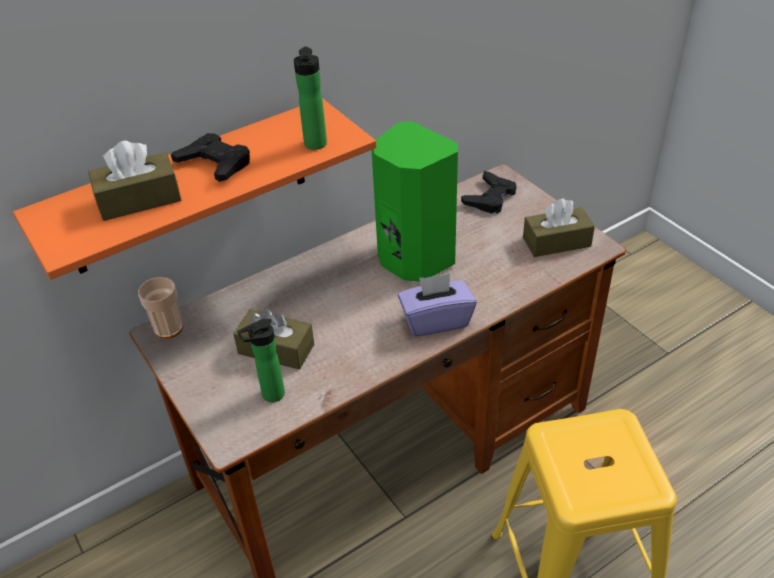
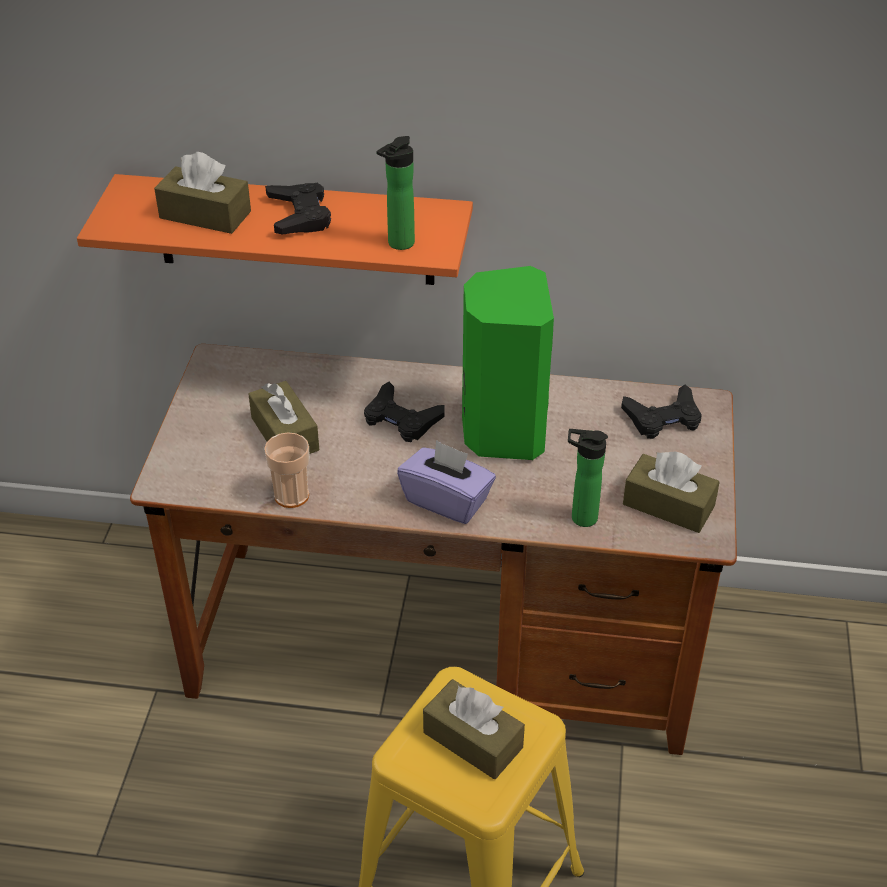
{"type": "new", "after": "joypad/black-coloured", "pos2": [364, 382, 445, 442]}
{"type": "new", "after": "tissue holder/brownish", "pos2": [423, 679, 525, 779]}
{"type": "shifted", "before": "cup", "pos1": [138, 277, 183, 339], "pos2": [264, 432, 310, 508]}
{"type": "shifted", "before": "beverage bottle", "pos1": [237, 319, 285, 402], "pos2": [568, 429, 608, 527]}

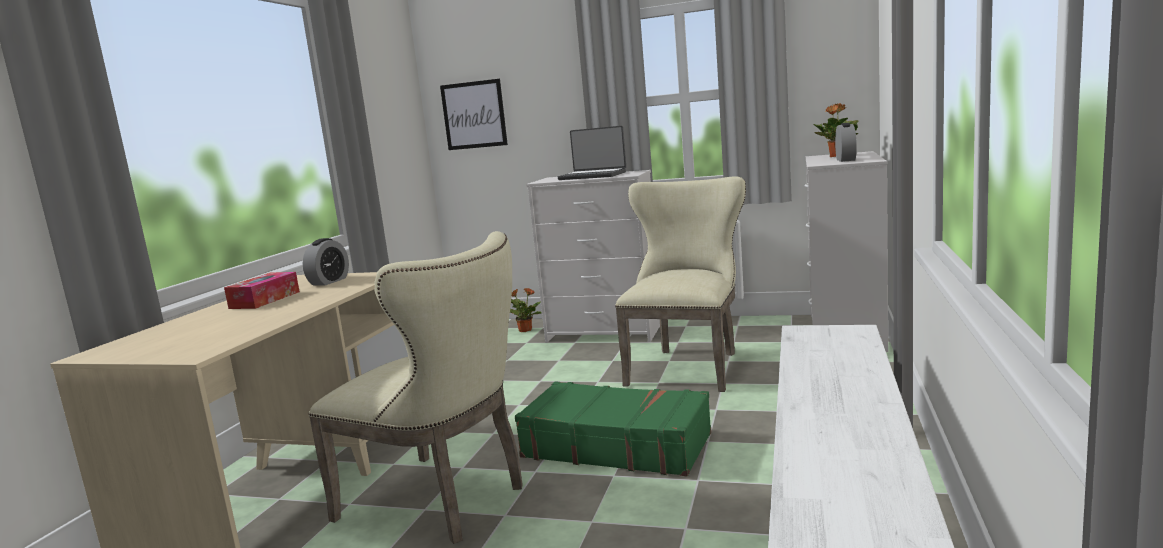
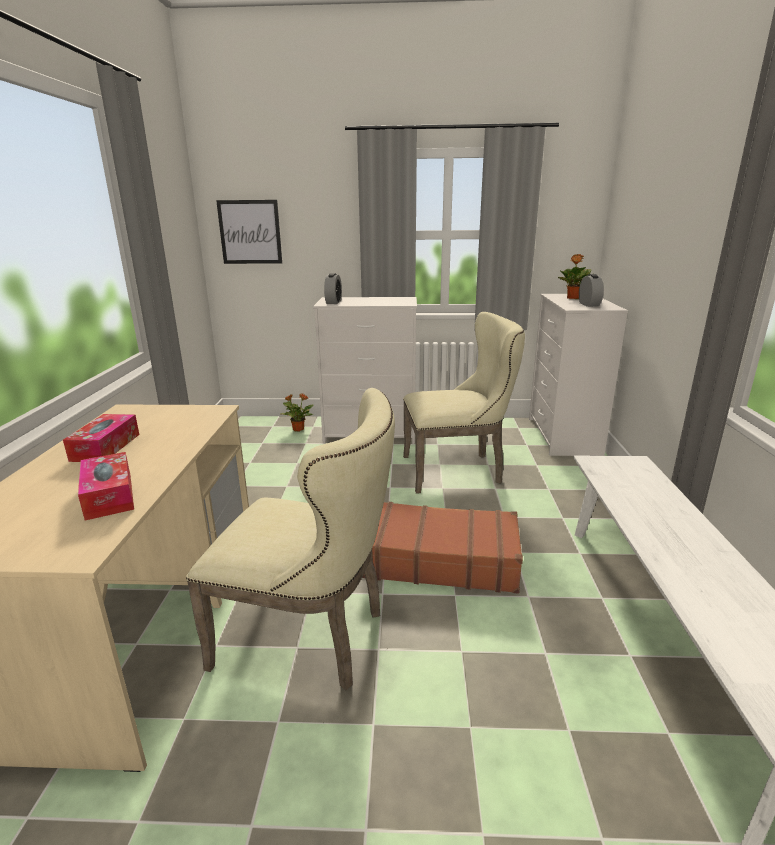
{"type": "gone", "before": "notebook computer", "pos1": [558, 126, 626, 180]}
{"type": "new", "after": "tissue holder", "pos2": [78, 452, 134, 521]}
{"type": "shifted", "before": "alarm clock", "pos1": [303, 238, 349, 285], "pos2": [324, 273, 342, 304]}
{"type": "repainted", "before": "piece of luggage/green-coloured", "after": "piece of luggage/brownish", "pos1": [515, 381, 711, 476], "pos2": [362, 502, 523, 594]}
{"type": "rotated", "before": "upright chair/beige", "pos1": [615, 176, 746, 392], "pos2": [403, 312, 525, 494], "turn": 75}

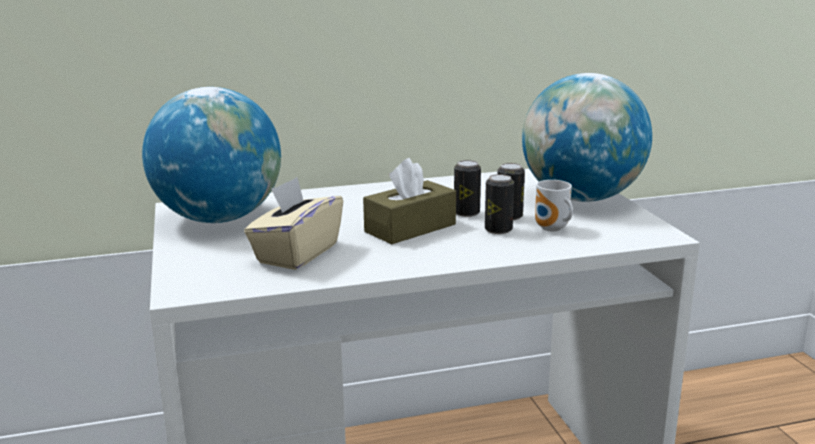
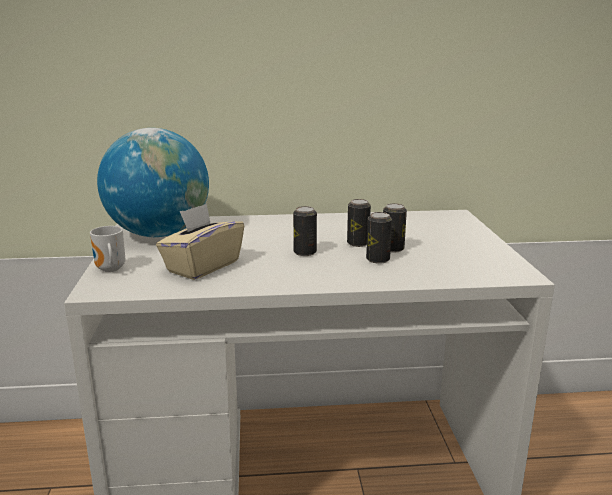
{"type": "gone", "before": "world globe", "pos1": [522, 73, 652, 202]}
{"type": "shifted", "before": "coffee mug", "pos1": [535, 180, 573, 232], "pos2": [90, 226, 125, 272]}
{"type": "swapped", "before": "tissue holder/brownish", "after": "metal can", "pos1": [363, 158, 456, 244], "pos2": [293, 206, 317, 256]}

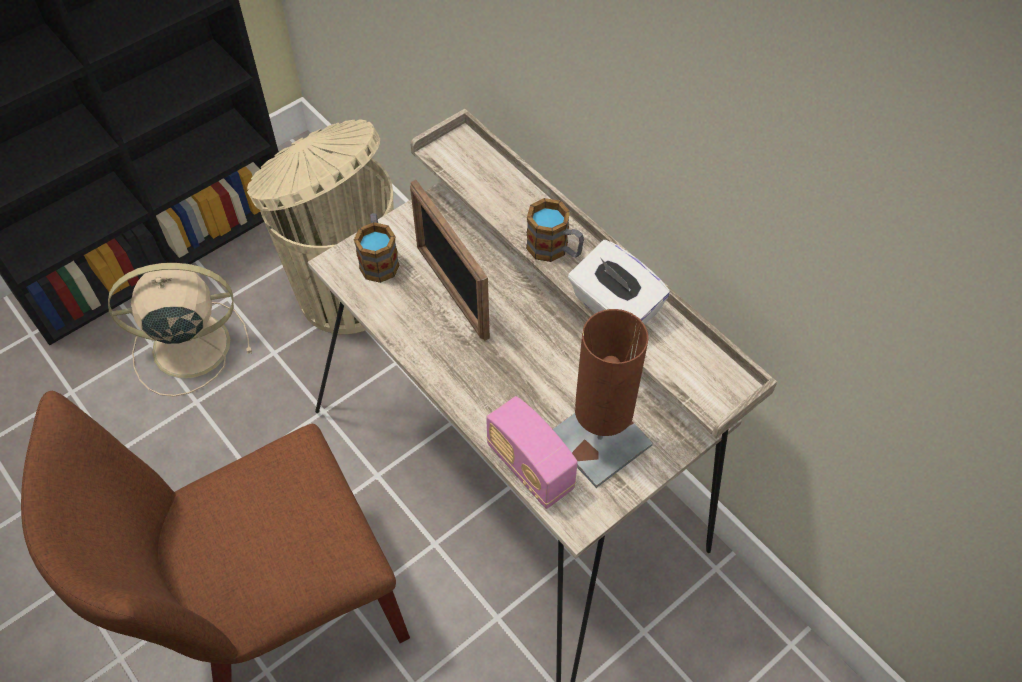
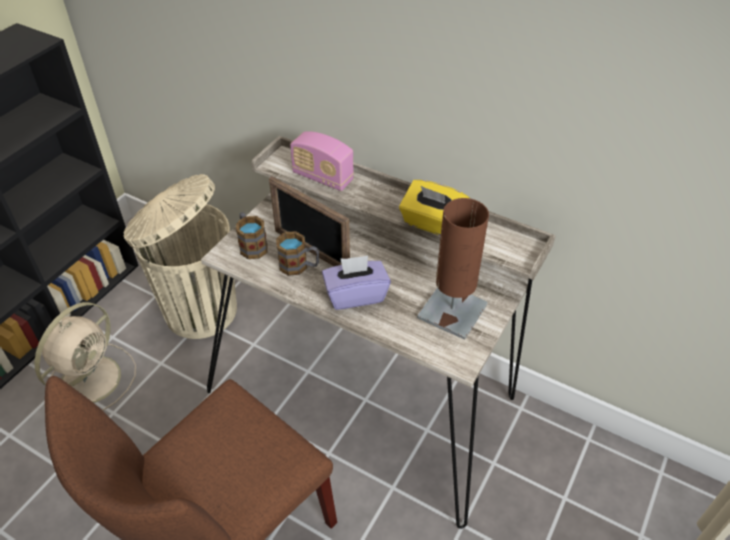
{"type": "new", "after": "tissue holder/purple-coloured", "pos2": [322, 255, 391, 310]}
{"type": "shifted", "before": "radio", "pos1": [486, 396, 578, 509], "pos2": [290, 131, 354, 191]}
{"type": "shifted", "before": "coffee mug", "pos1": [526, 198, 584, 262], "pos2": [276, 231, 319, 276]}
{"type": "repainted", "before": "tissue holder/white", "after": "tissue holder/yellowish", "pos1": [568, 240, 670, 324], "pos2": [399, 180, 470, 236]}
{"type": "rotated", "before": "cooling fan/beige", "pos1": [108, 263, 252, 397], "pos2": [34, 302, 136, 411], "turn": 150}

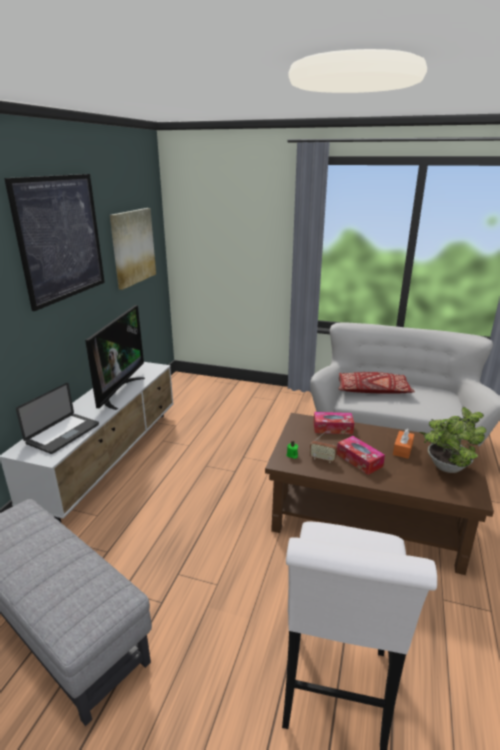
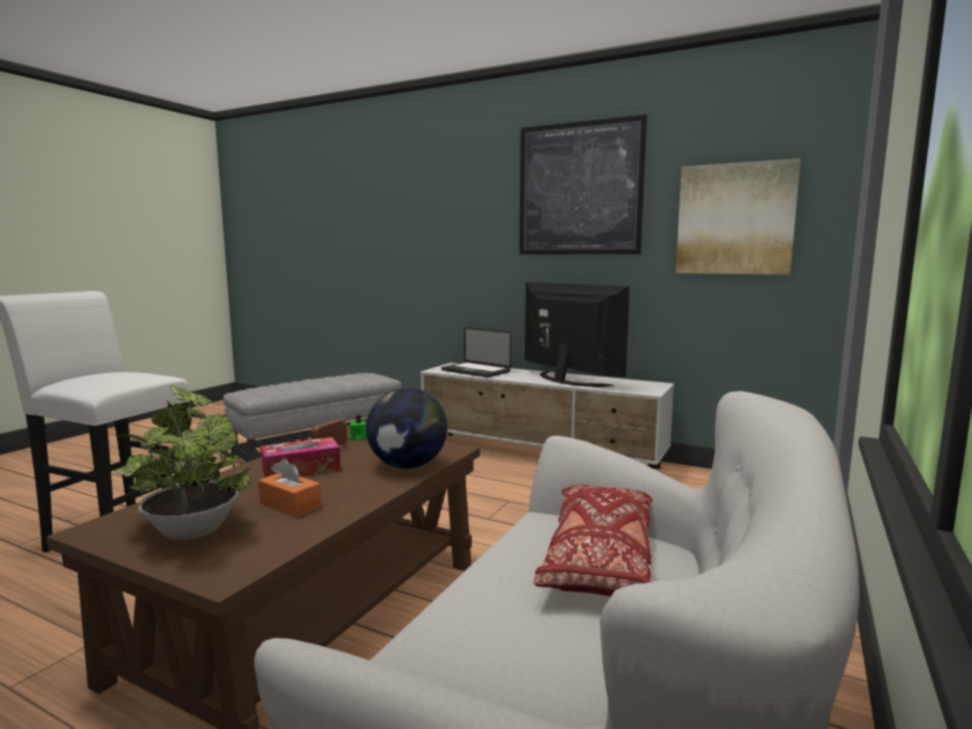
{"type": "swapped", "before": "tissue holder", "after": "world globe", "pos1": [314, 412, 354, 434], "pos2": [366, 387, 448, 469]}
{"type": "rotated", "before": "television", "pos1": [85, 305, 145, 410], "pos2": [525, 282, 630, 387], "turn": -150}

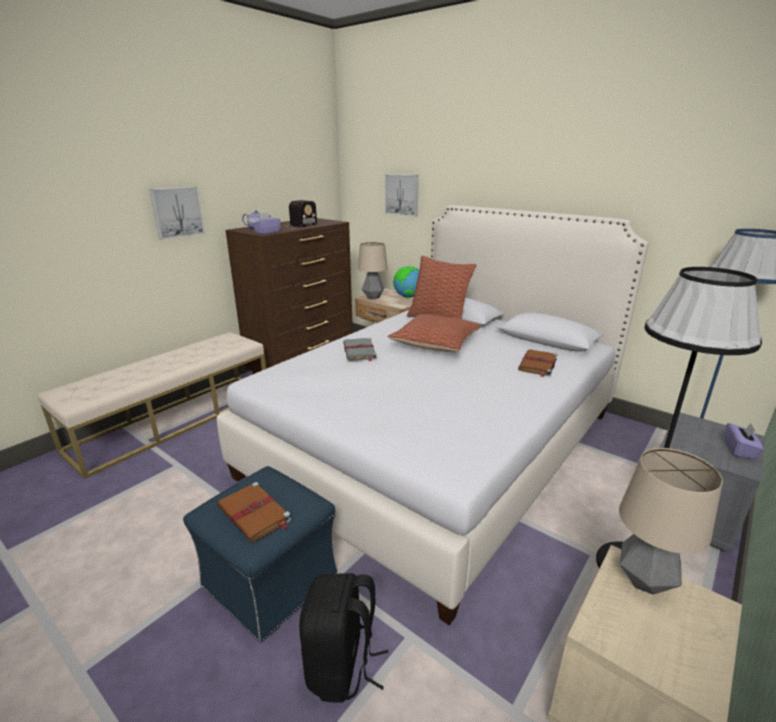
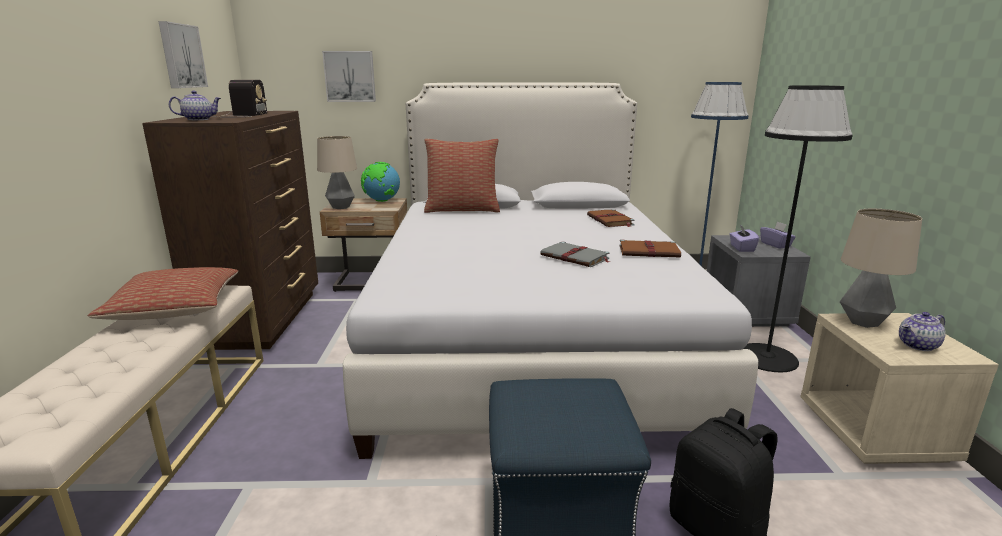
{"type": "new", "after": "pot for tea", "pos2": [899, 312, 946, 351]}
{"type": "shifted", "before": "wall art", "pos1": [149, 186, 205, 240], "pos2": [159, 21, 208, 88]}
{"type": "shifted", "before": "bound book/brownish", "pos1": [217, 482, 291, 542], "pos2": [619, 239, 681, 258]}
{"type": "shifted", "before": "tissue holder/purple-coloured", "pos1": [252, 212, 281, 234], "pos2": [729, 225, 759, 252]}
{"type": "shifted", "before": "bound book/greyish", "pos1": [343, 338, 377, 361], "pos2": [540, 241, 610, 267]}
{"type": "shifted", "before": "pillow", "pos1": [388, 314, 481, 352], "pos2": [88, 267, 238, 320]}

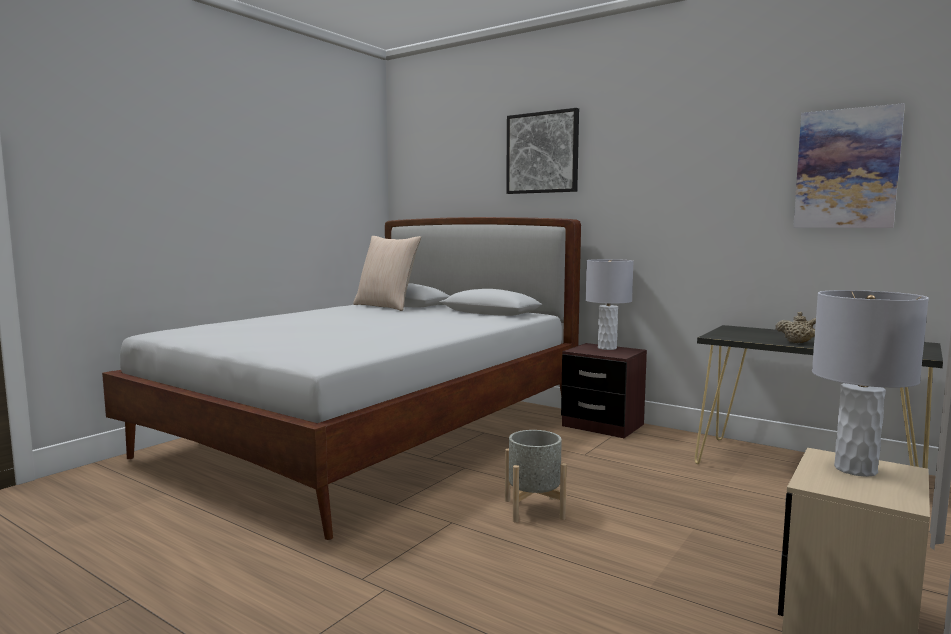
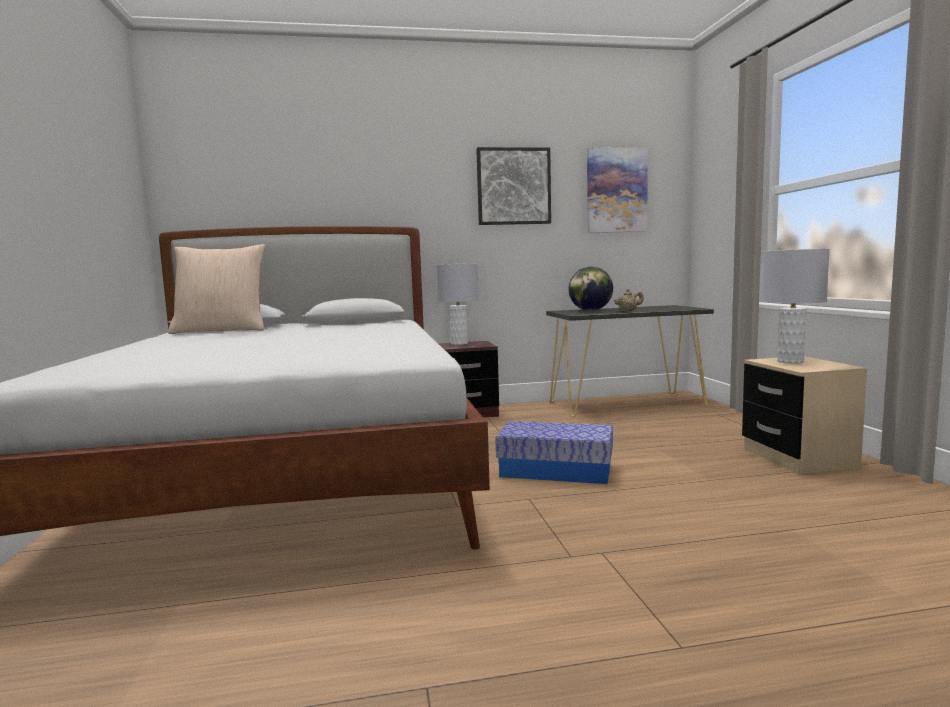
{"type": "new", "after": "world globe", "pos2": [568, 267, 613, 311]}
{"type": "shifted", "before": "wall art", "pos1": [506, 108, 579, 194], "pos2": [476, 147, 551, 225]}
{"type": "swapped", "before": "flower pot/greyish", "after": "storage box", "pos1": [505, 430, 567, 522], "pos2": [495, 421, 613, 484]}

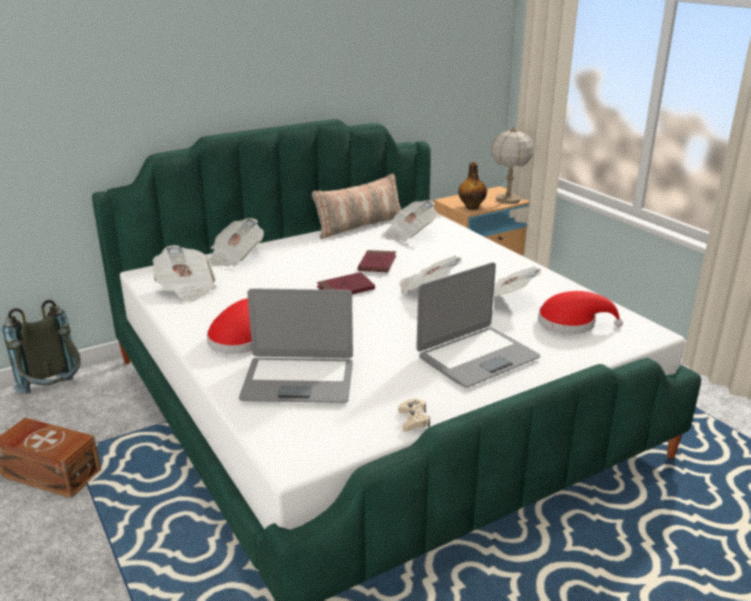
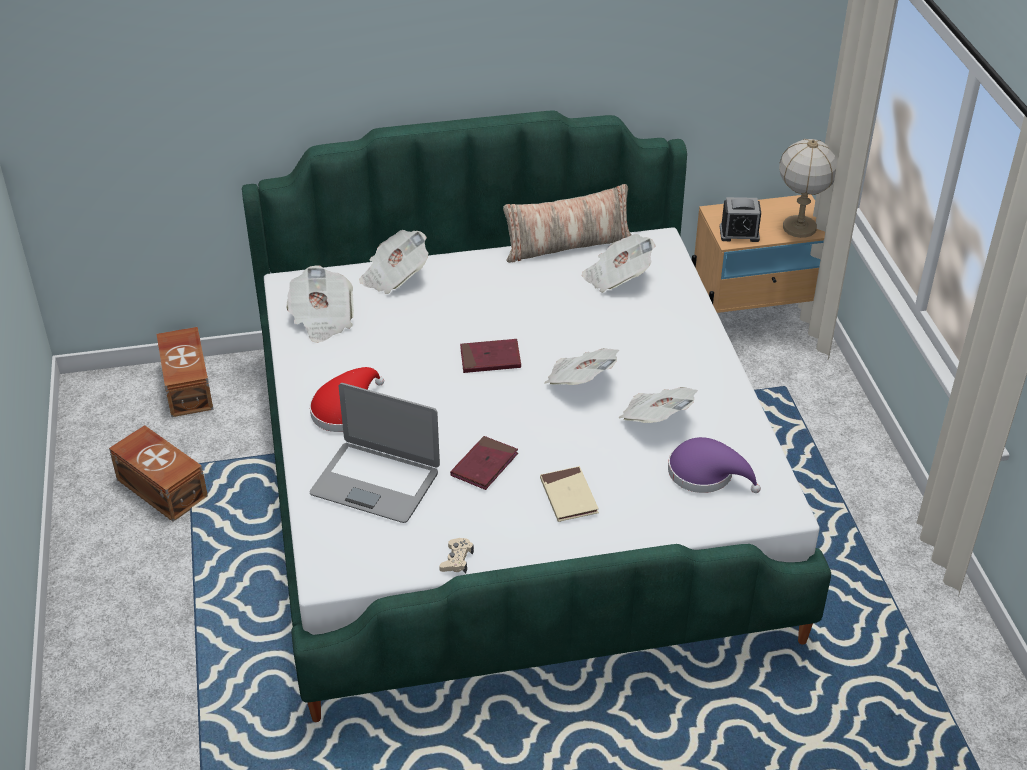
{"type": "shifted", "before": "bound book/reddish", "pos1": [358, 250, 396, 272], "pos2": [450, 436, 518, 490]}
{"type": "swapped", "before": "rucksack/greyish", "after": "storage box/brownish", "pos1": [2, 300, 81, 394], "pos2": [156, 327, 213, 417]}
{"type": "swapped", "before": "notebook computer", "after": "bound book/beige", "pos1": [416, 262, 540, 387], "pos2": [540, 466, 599, 522]}
{"type": "swapped", "before": "beverage bottle", "after": "alarm clock", "pos1": [458, 162, 487, 210], "pos2": [720, 197, 761, 242]}
{"type": "repainted", "before": "clothing hat/reddish", "after": "clothing hat/purple-coloured", "pos1": [538, 291, 623, 334], "pos2": [668, 437, 761, 493]}

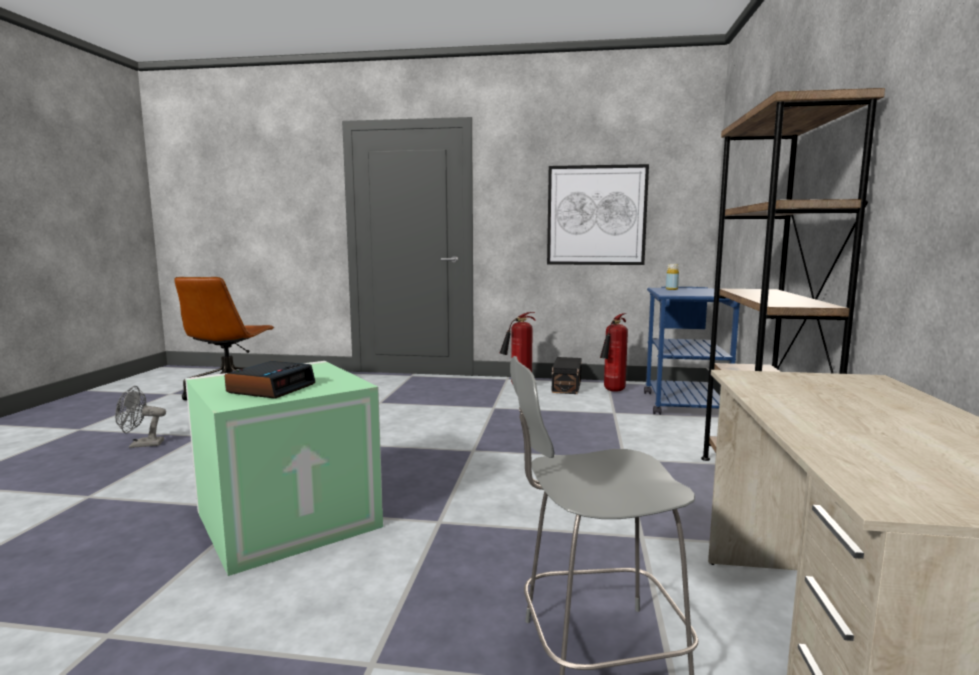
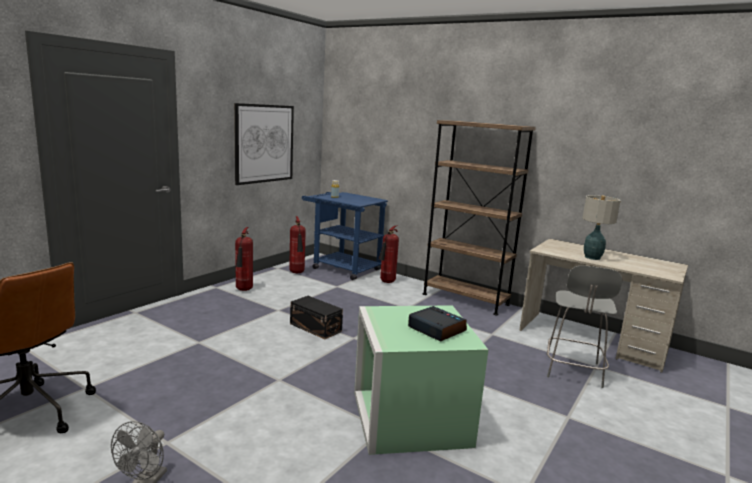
{"type": "new", "after": "extinguisher", "pos2": [379, 225, 399, 283]}
{"type": "new", "after": "tabletop lamp", "pos2": [582, 195, 620, 260]}
{"type": "shifted", "before": "storage box/black-coloured", "pos1": [552, 357, 582, 394], "pos2": [290, 296, 343, 339]}

